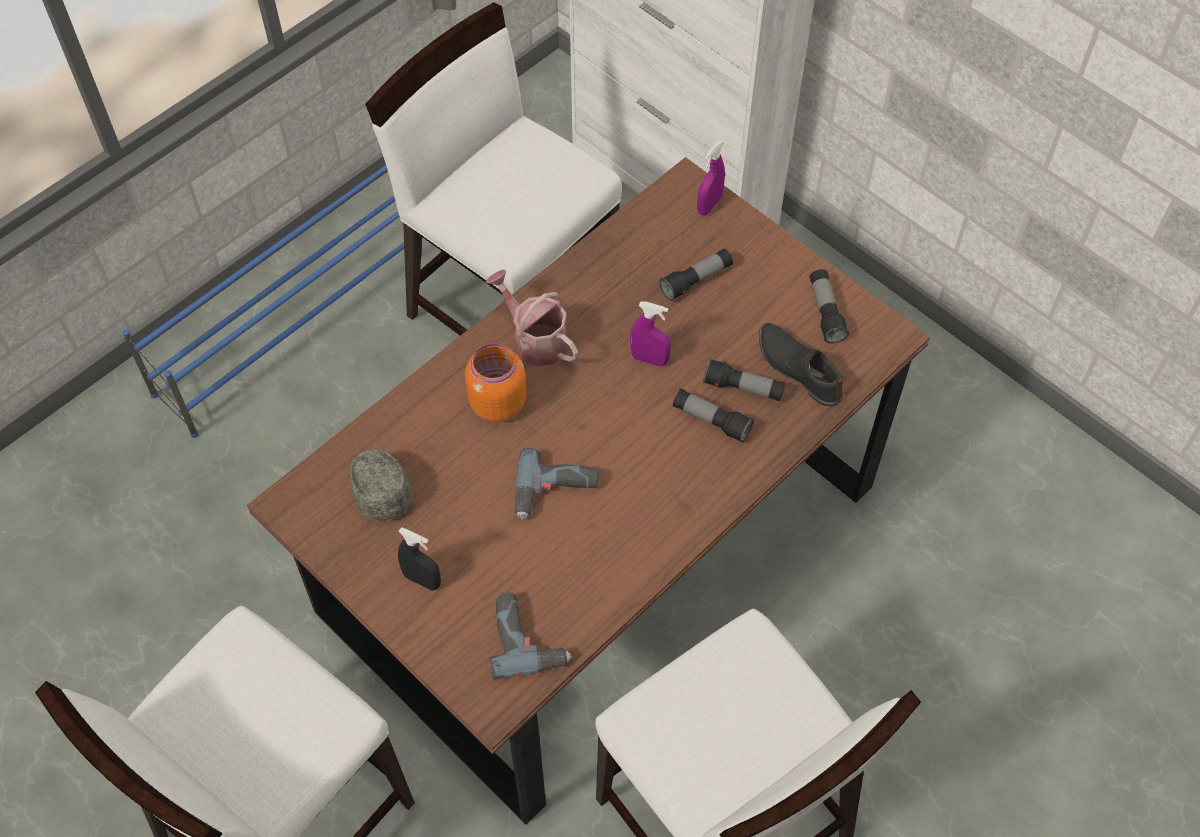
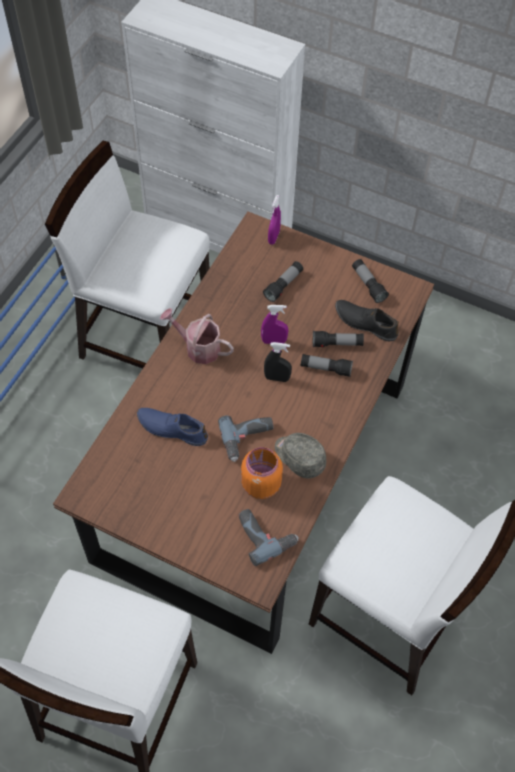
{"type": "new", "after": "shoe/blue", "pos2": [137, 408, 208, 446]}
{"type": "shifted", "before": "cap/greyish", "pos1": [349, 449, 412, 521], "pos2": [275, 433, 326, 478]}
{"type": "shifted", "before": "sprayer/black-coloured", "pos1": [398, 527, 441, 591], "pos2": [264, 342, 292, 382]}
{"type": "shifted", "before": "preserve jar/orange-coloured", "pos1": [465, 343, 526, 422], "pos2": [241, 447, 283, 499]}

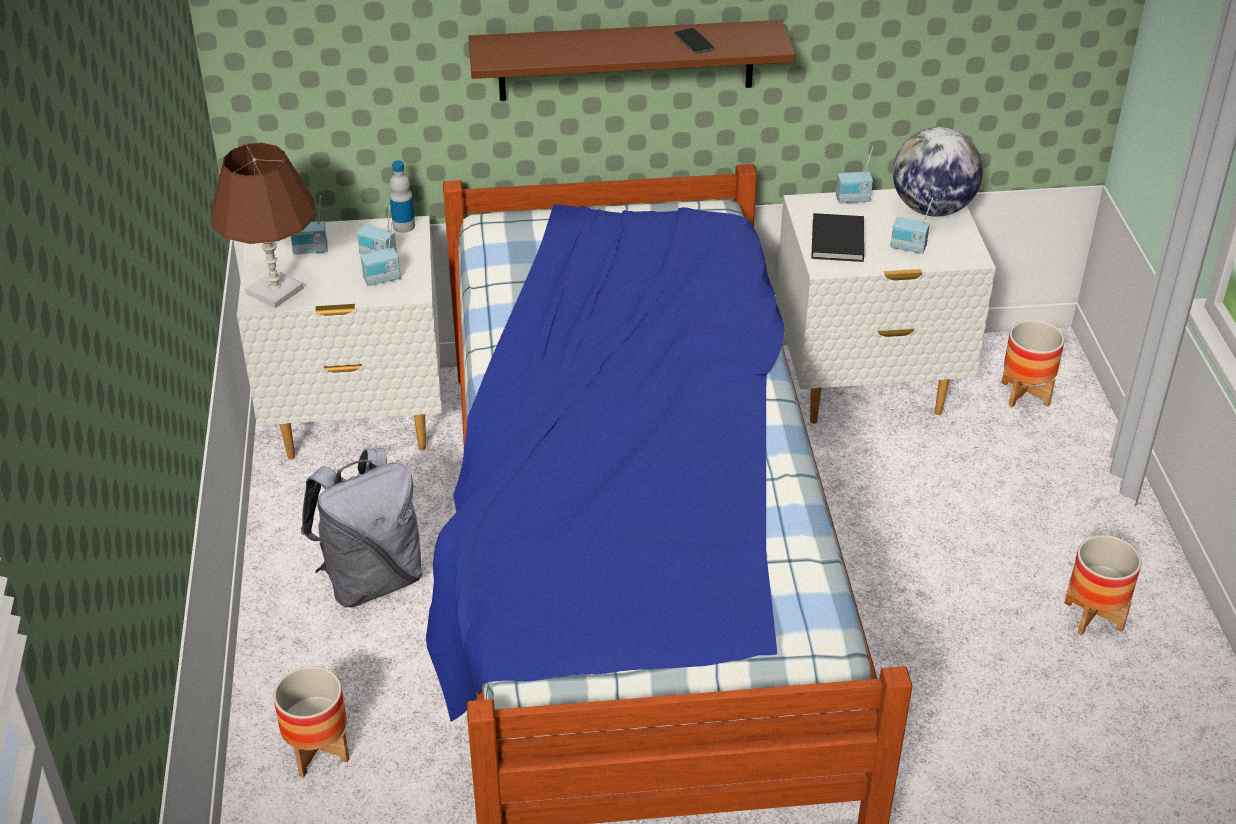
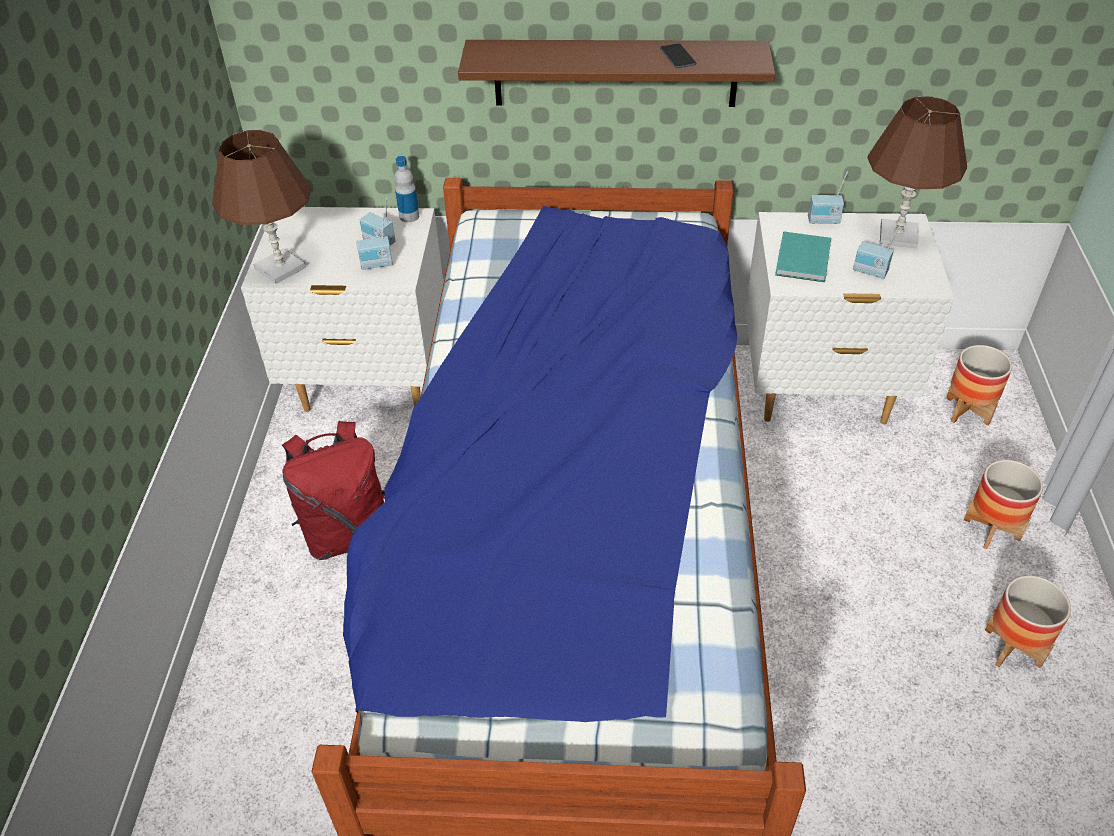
{"type": "gone", "before": "radio", "pos1": [291, 196, 328, 255]}
{"type": "shifted", "before": "flower pot", "pos1": [273, 666, 350, 777], "pos2": [964, 460, 1043, 549]}
{"type": "swapped", "before": "world globe", "after": "tabletop lamp/brownish", "pos1": [893, 127, 983, 217], "pos2": [867, 96, 967, 248]}
{"type": "repainted", "before": "rucksack/greyish", "after": "rucksack/reddish", "pos1": [301, 448, 423, 607], "pos2": [282, 421, 385, 560]}
{"type": "repainted", "before": "bound book/black-coloured", "after": "bound book/turquoise-coloured", "pos1": [811, 213, 864, 262], "pos2": [775, 231, 831, 282]}

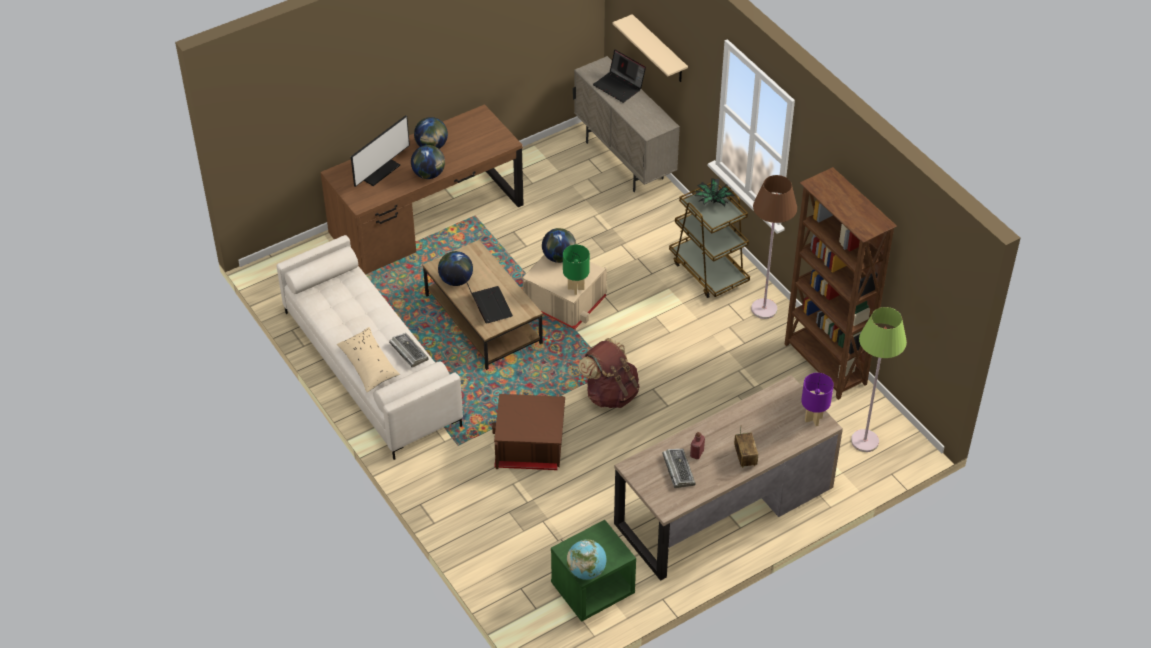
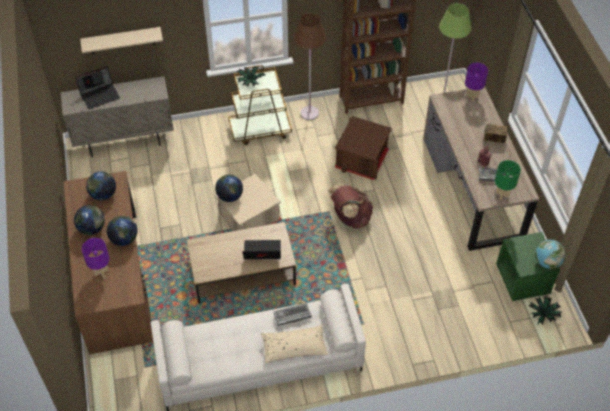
{"type": "new", "after": "houseplant", "pos2": [528, 296, 562, 325]}
{"type": "shifted", "before": "world globe", "pos1": [438, 251, 473, 286], "pos2": [86, 171, 116, 201]}
{"type": "shifted", "before": "storage box/brownish", "pos1": [492, 394, 565, 470], "pos2": [335, 116, 392, 180]}
{"type": "shifted", "before": "tabletop lamp/green-coloured", "pos1": [563, 245, 590, 295], "pos2": [495, 160, 521, 200]}
{"type": "swapped", "before": "computer screen", "after": "tabletop lamp/purple-coloured", "pos1": [351, 115, 410, 187], "pos2": [82, 238, 110, 278]}

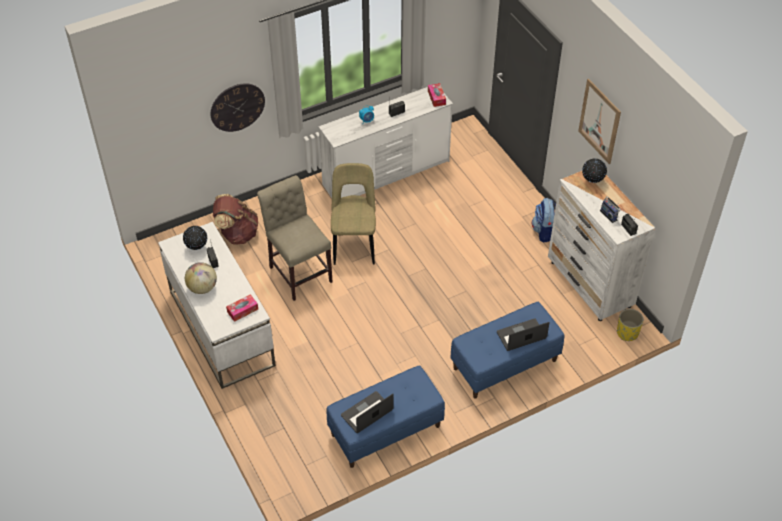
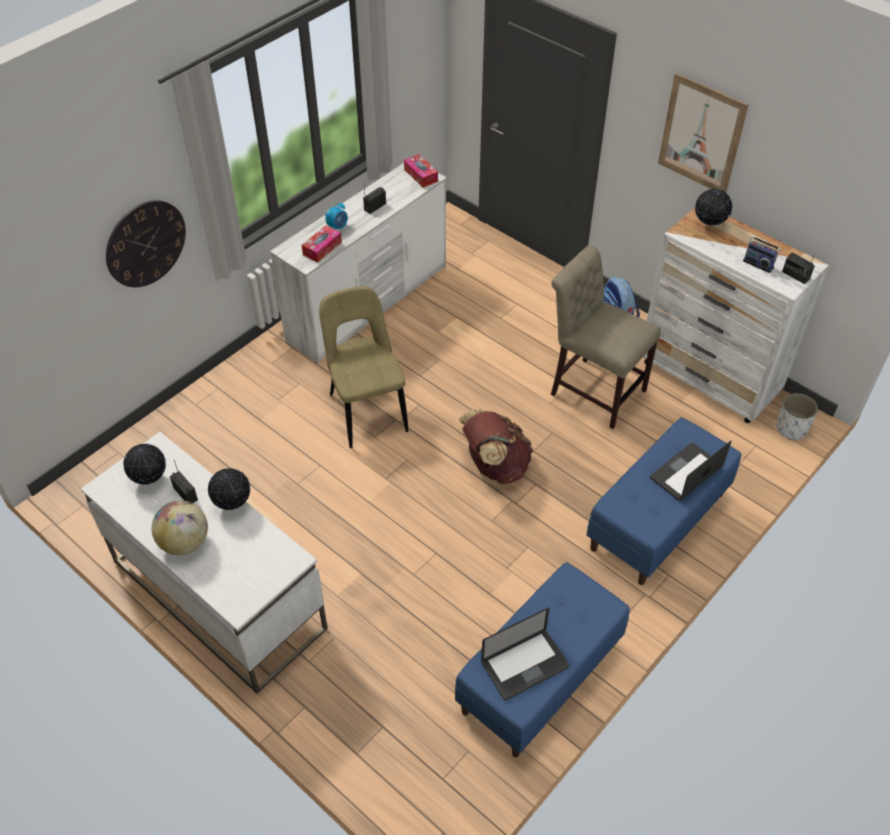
{"type": "new", "after": "world globe", "pos2": [208, 468, 250, 510]}
{"type": "shifted", "before": "rucksack/brownish", "pos1": [213, 194, 258, 245], "pos2": [459, 409, 533, 484]}
{"type": "shifted", "before": "tissue holder", "pos1": [226, 294, 258, 322], "pos2": [302, 225, 342, 262]}
{"type": "shifted", "before": "upright chair/beige", "pos1": [257, 175, 333, 301], "pos2": [551, 245, 661, 429]}
{"type": "repainted", "before": "flower pot/yellowish", "after": "flower pot/white", "pos1": [617, 309, 643, 341], "pos2": [776, 393, 818, 440]}
{"type": "rotated", "before": "notebook computer", "pos1": [341, 391, 394, 433], "pos2": [481, 608, 569, 700], "turn": -150}

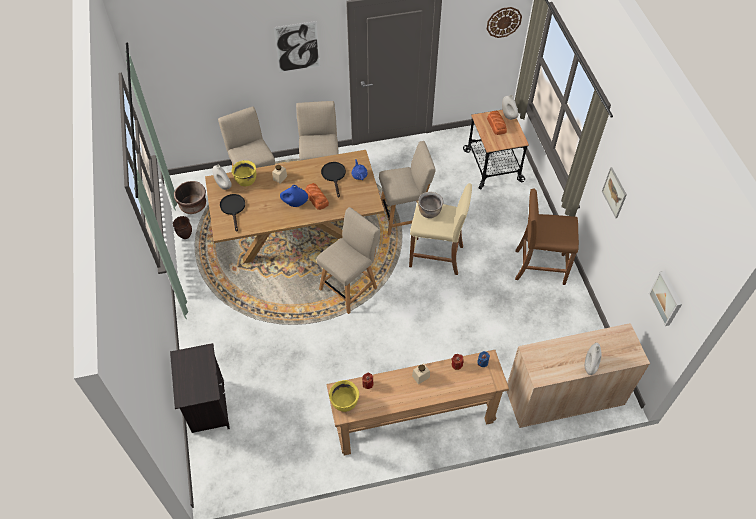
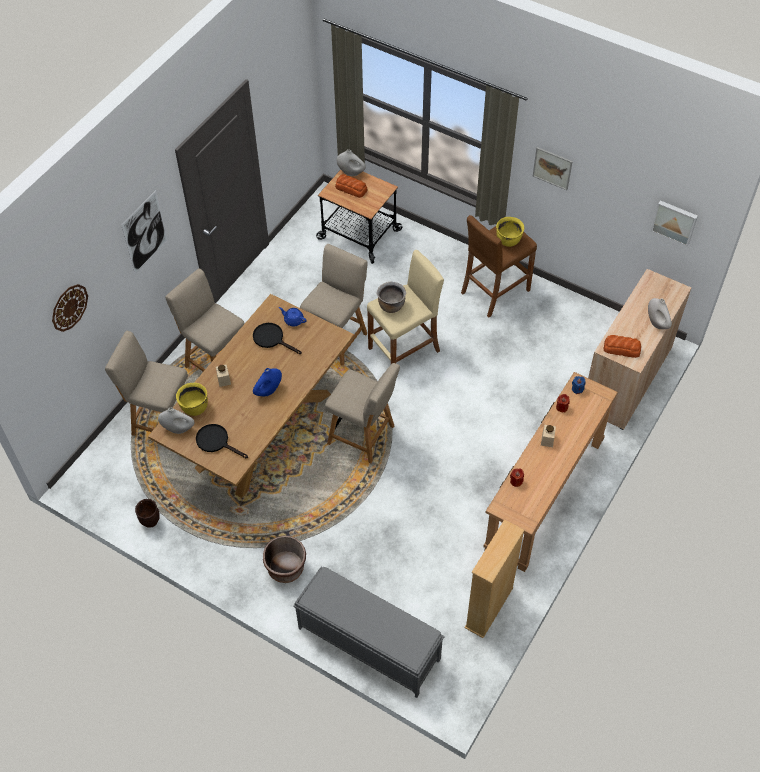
{"type": "new", "after": "shelving unit/beige", "pos2": [464, 519, 524, 638]}
{"type": "shifted", "before": "flower pot/brownish", "pos1": [174, 181, 206, 214], "pos2": [263, 536, 306, 583]}
{"type": "shifted", "before": "baked bread", "pos1": [305, 183, 329, 210], "pos2": [603, 335, 641, 358]}
{"type": "shifted", "before": "cooking pot/yellowish", "pos1": [329, 380, 359, 412], "pos2": [496, 217, 524, 247]}
{"type": "shifted", "before": "wall clock", "pos1": [487, 7, 522, 38], "pos2": [52, 284, 88, 332]}
{"type": "swapped", "before": "bedside table/black-coloured", "after": "bench/greyish", "pos1": [170, 343, 230, 433], "pos2": [293, 567, 445, 698]}
{"type": "rotated", "before": "upright chair/beige", "pos1": [317, 207, 380, 314], "pos2": [325, 363, 400, 463], "turn": 120}

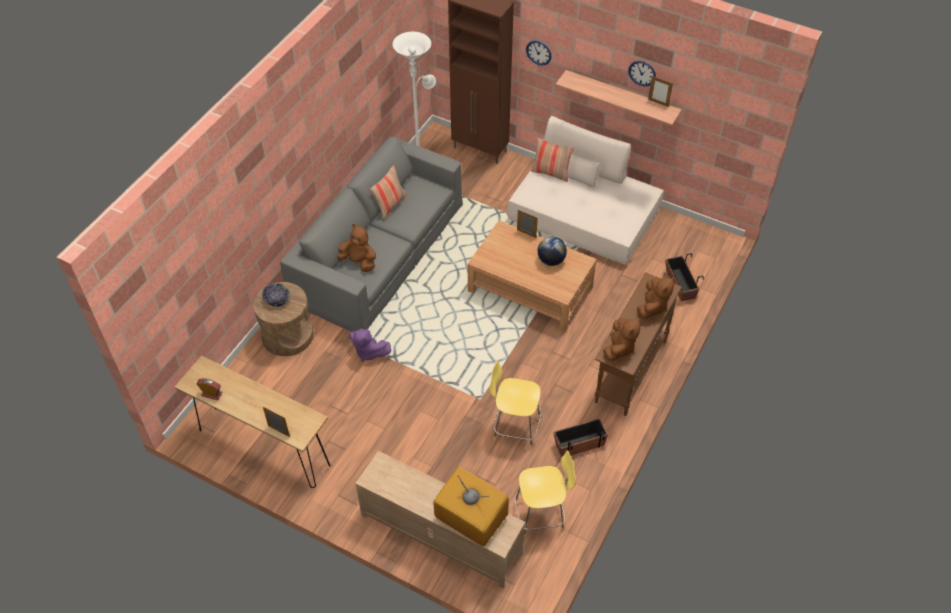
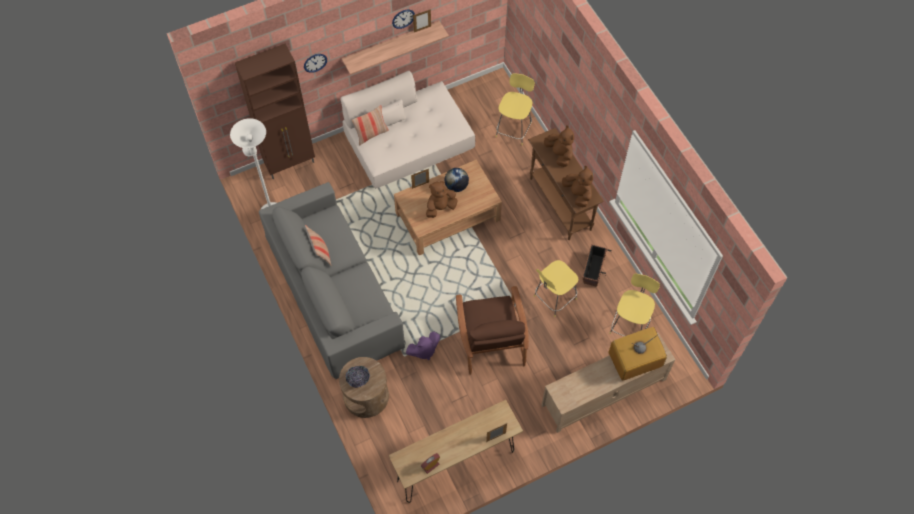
{"type": "new", "after": "armchair/brownish", "pos2": [456, 286, 529, 375]}
{"type": "shifted", "before": "cuddly toy/brownish", "pos1": [337, 224, 376, 272], "pos2": [426, 181, 457, 218]}
{"type": "swapped", "before": "flower pot", "after": "sitting stool/yellowish", "pos1": [665, 253, 704, 301], "pos2": [496, 74, 535, 145]}

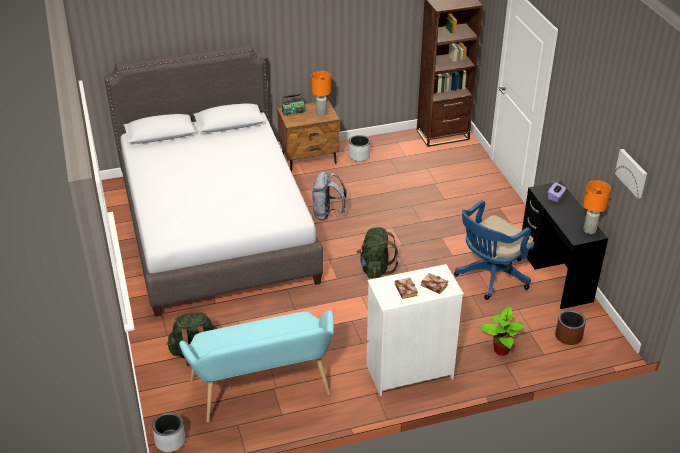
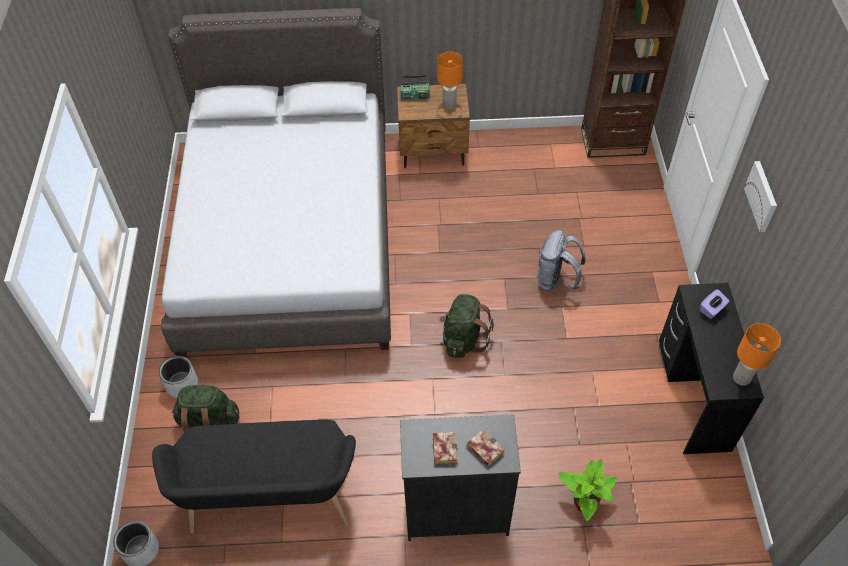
{"type": "gone", "before": "computer chair/blue", "pos1": [454, 200, 534, 300]}
{"type": "gone", "before": "flower pot/brownish", "pos1": [555, 310, 586, 345]}
{"type": "shifted", "before": "rucksack/greyish", "pos1": [312, 171, 347, 221], "pos2": [537, 230, 586, 291]}
{"type": "shifted", "before": "flower pot/greyish", "pos1": [349, 135, 370, 162], "pos2": [159, 356, 198, 398]}
{"type": "shifted", "before": "wall art", "pos1": [615, 149, 647, 199], "pos2": [744, 161, 777, 232]}
{"type": "repainted", "before": "bench/turquoise-coloured", "after": "bench/black-coloured", "pos1": [179, 310, 334, 423], "pos2": [152, 420, 356, 533]}
{"type": "repainted", "before": "chest of drawers/white", "after": "chest of drawers/black-coloured", "pos1": [366, 264, 464, 396], "pos2": [400, 414, 521, 541]}

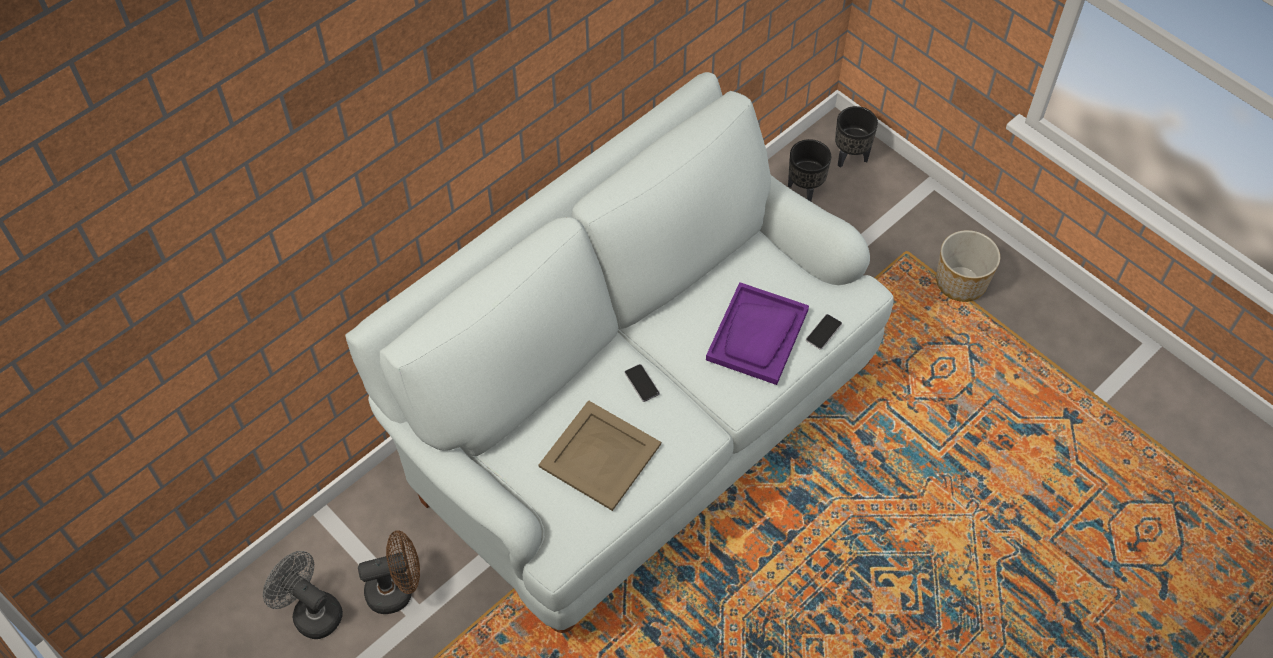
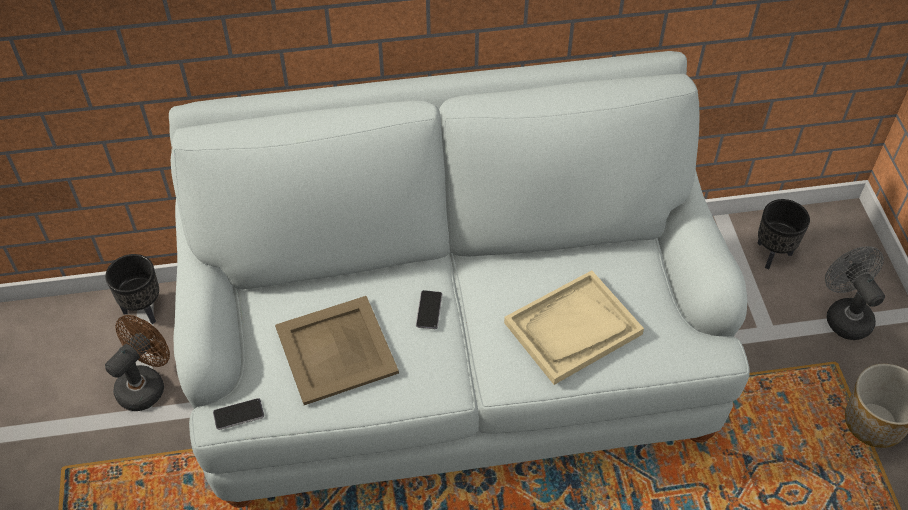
{"type": "shifted", "before": "cooling fan/greyish", "pos1": [263, 551, 343, 639], "pos2": [825, 246, 885, 340]}
{"type": "shifted", "before": "phone", "pos1": [806, 314, 842, 350], "pos2": [213, 398, 264, 430]}
{"type": "shifted", "before": "flower pot/black-coloured", "pos1": [835, 106, 878, 168], "pos2": [105, 254, 159, 324]}
{"type": "repainted", "before": "serving tray/purple-coloured", "after": "serving tray/beige", "pos1": [706, 282, 809, 385], "pos2": [504, 270, 644, 385]}
{"type": "rotated", "before": "cooling fan/brownish", "pos1": [358, 530, 420, 614], "pos2": [105, 315, 170, 411], "turn": -75}

